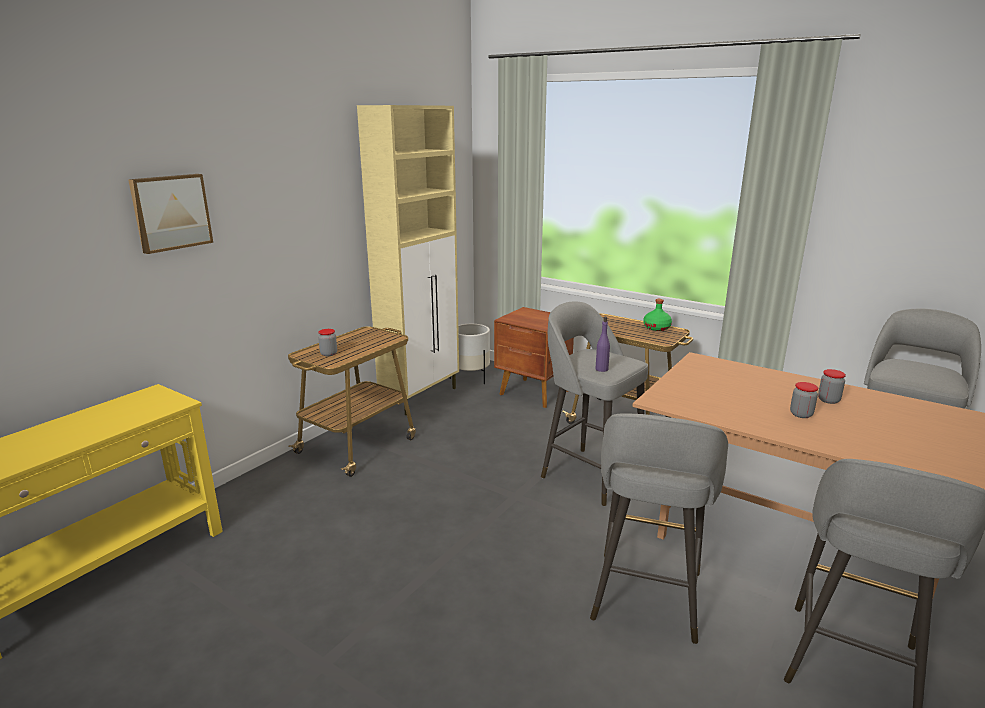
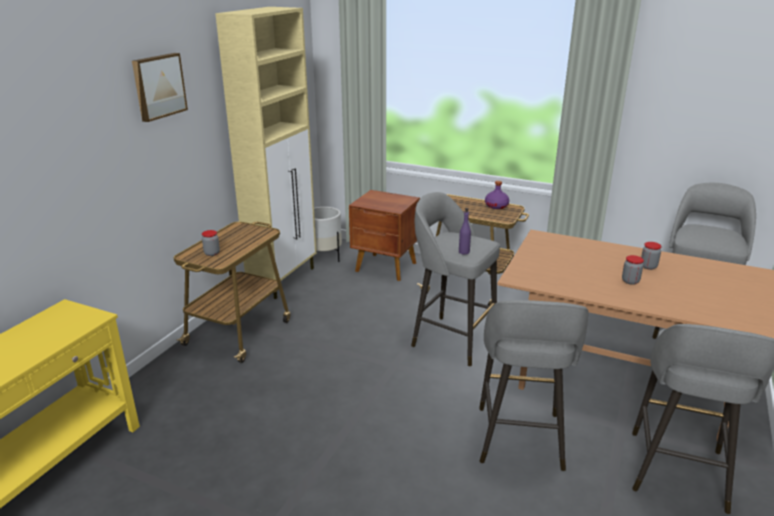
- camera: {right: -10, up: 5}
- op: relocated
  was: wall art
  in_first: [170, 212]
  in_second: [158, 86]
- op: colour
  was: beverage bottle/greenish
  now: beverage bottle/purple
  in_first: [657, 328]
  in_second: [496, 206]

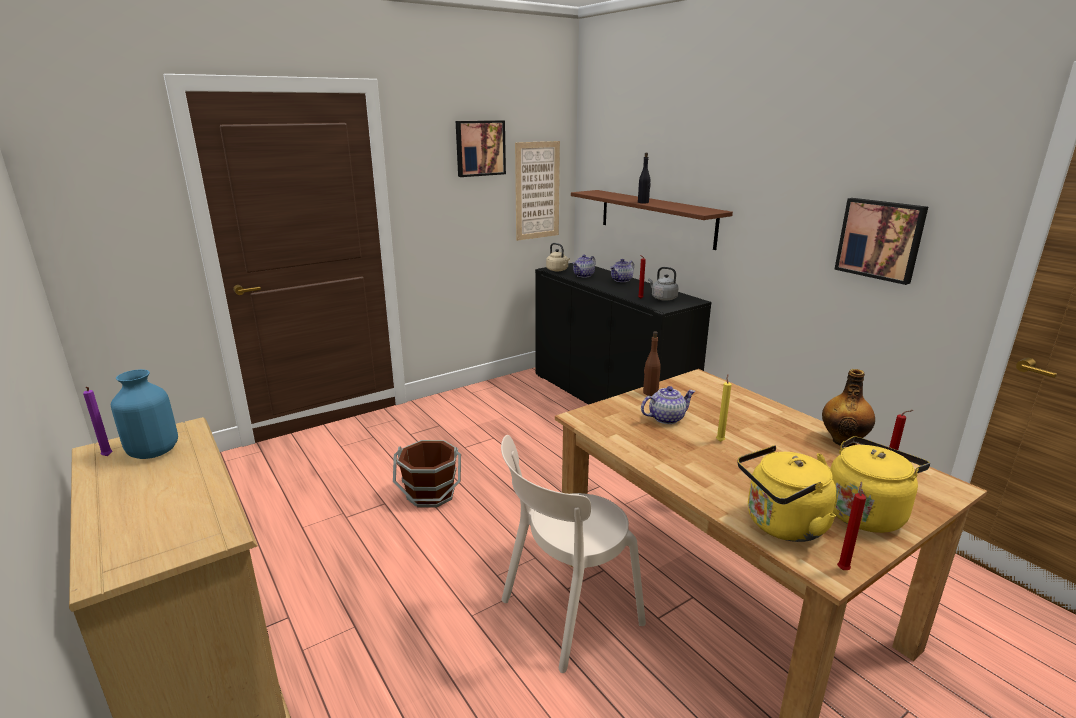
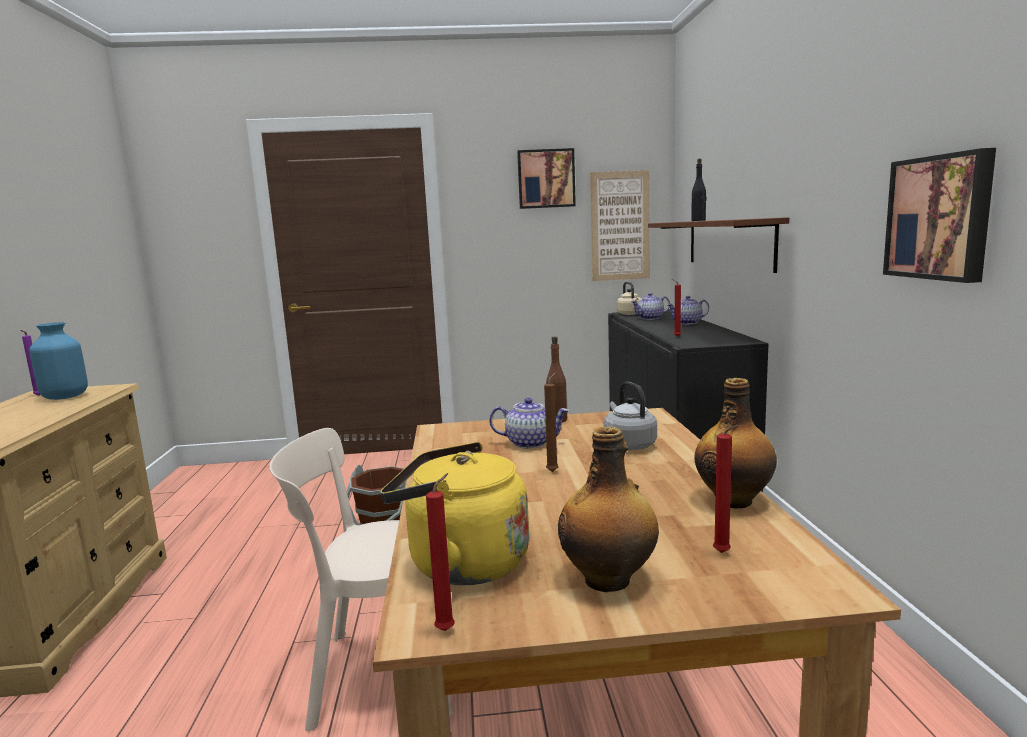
- camera: {right: 30, up: -10}
- op: relocated
  was: water kettle/grey
  in_first: [662, 298]
  in_second: [628, 445]
- op: colour
  was: wax light/yellow-coloured
  now: wax light/brown-coloured
  in_first: [720, 440]
  in_second: [553, 471]
- op: exchanged
  was: water kettle/yellow-coloured
  now: beverage bottle
  in_first: [864, 512]
  in_second: [609, 579]

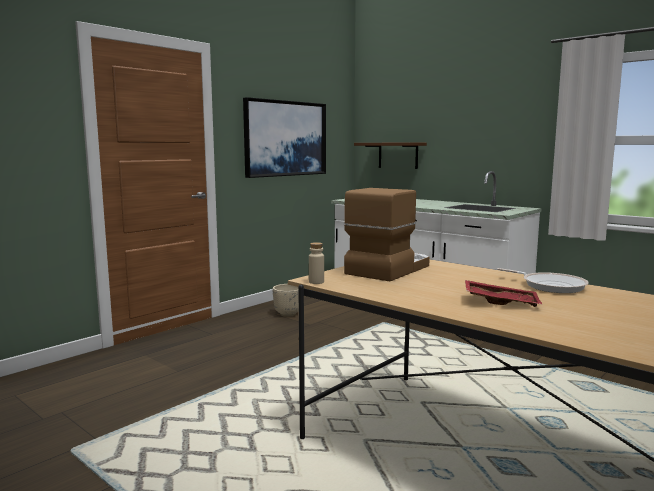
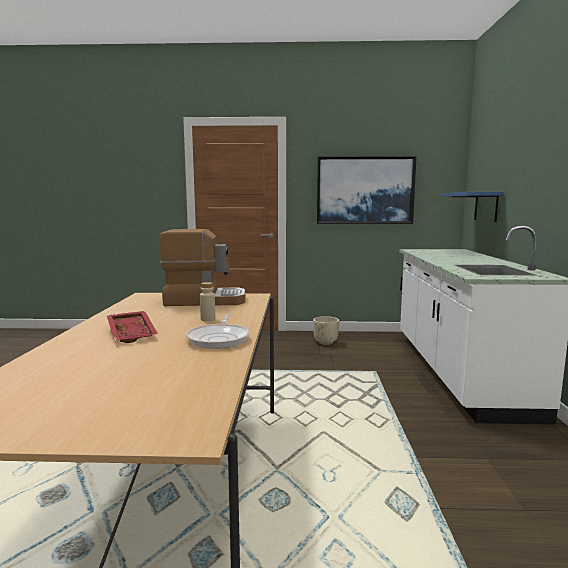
- camera: {right: 50, up: 0}
- op: relocated
  was: beverage bottle/sand-coloured
  in_first: [316, 282]
  in_second: [208, 319]
- op: colour
  was: wall shelf/brown-coloured
  now: wall shelf/blue-coloured
  in_first: [398, 155]
  in_second: [486, 206]

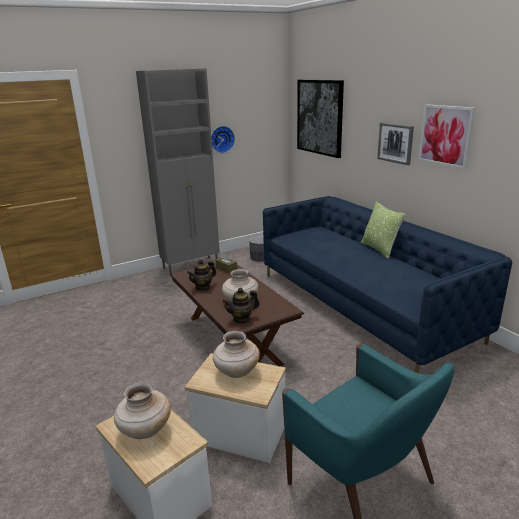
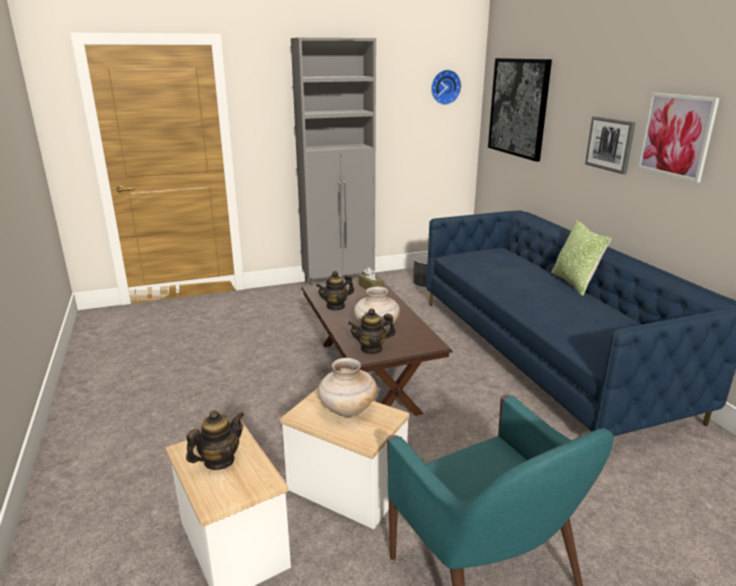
- camera: {right: 10, up: 0}
- op: exchanged
  was: flower vase/sand-coloured
  now: teapot
  in_first: [145, 430]
  in_second: [219, 461]
- op: relocated
  was: wall clock
  in_first: [221, 139]
  in_second: [445, 87]

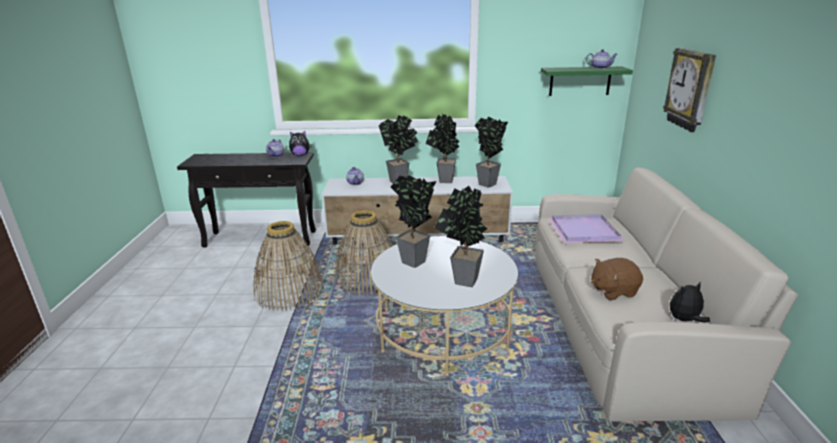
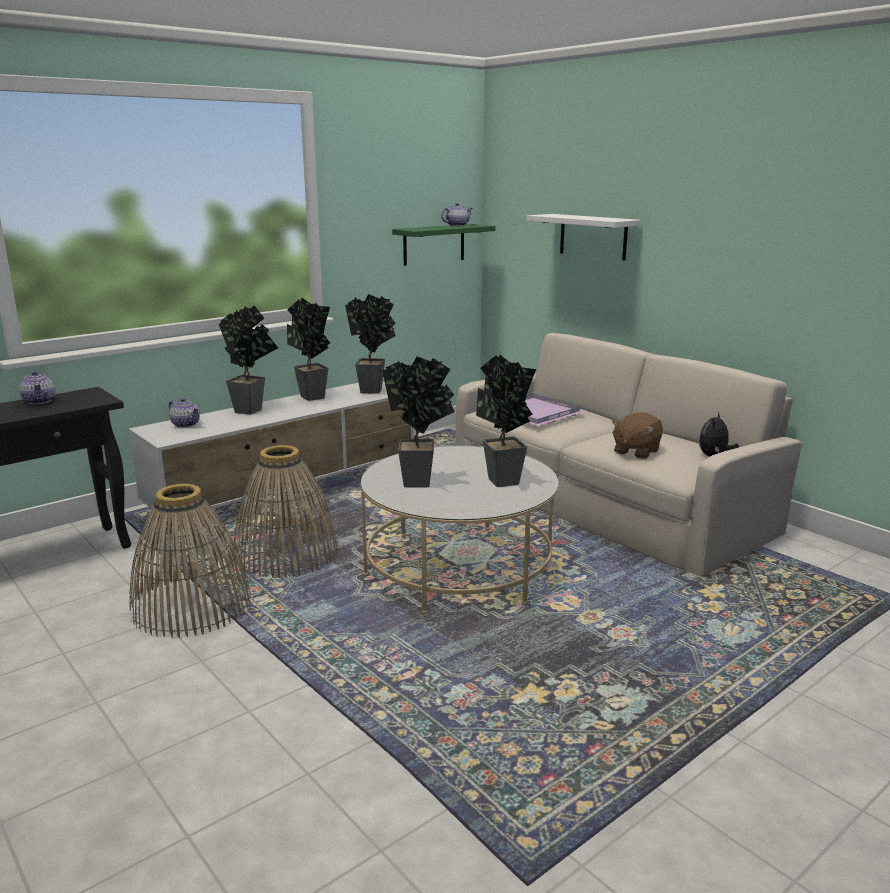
- camera: {right: -40, up: -5}
- op: missing
  was: soft toy
  in_first: [300, 155]
- op: exchanged
  was: wall clock
  now: wall shelf/whitish
  in_first: [690, 89]
  in_second: [593, 236]

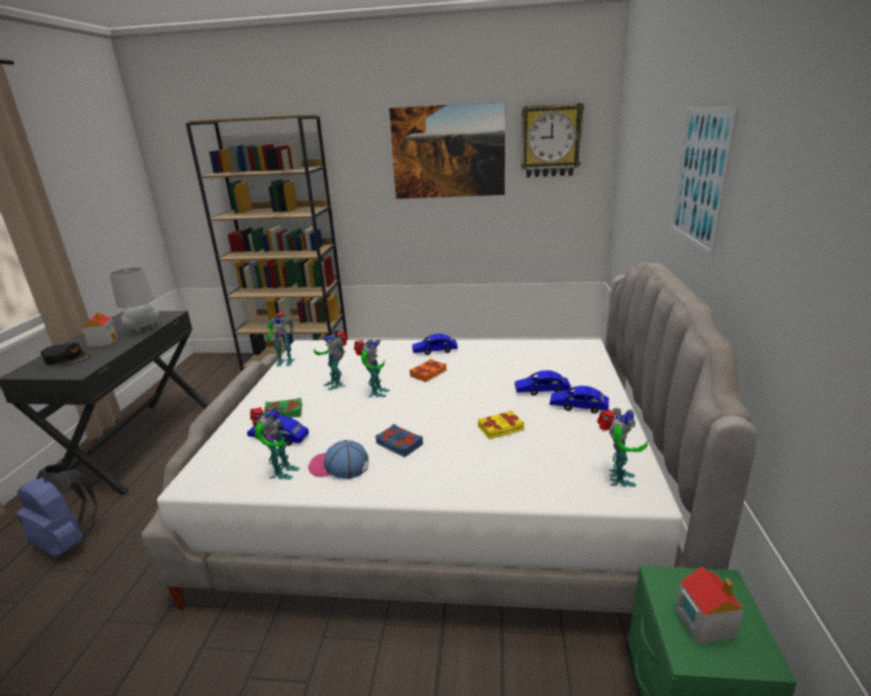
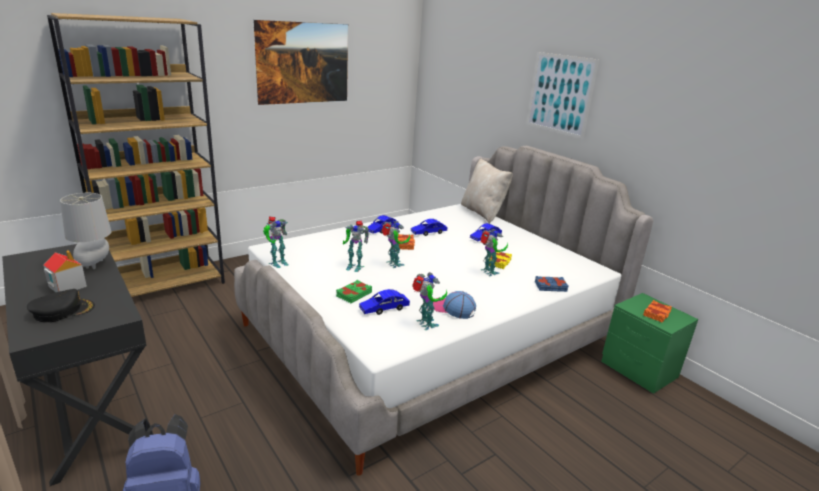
- camera: {right: -45, up: 0}
- op: spun
  was: peaked cap
  in_first: [338, 466]
  in_second: [453, 309]
  clockwise: 60
- op: relocated
  was: volume/blue-coloured
  in_first: [399, 444]
  in_second: [551, 287]
- op: missing
  was: wall clock
  in_first: [550, 141]
- op: relocated
  was: model car/blue-coloured
  in_first: [578, 407]
  in_second: [428, 233]
- op: relocated
  was: toy robot
  in_first: [617, 479]
  in_second: [488, 272]
- op: exchanged
  was: miniature house
  now: volume/orange
  in_first: [704, 622]
  in_second: [657, 314]
- op: appeared
  now: throw pillow/sand-coloured
  in_second: [483, 213]

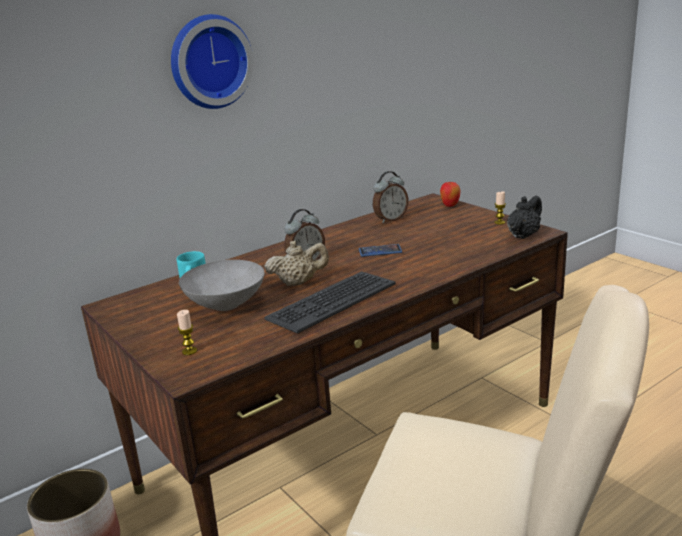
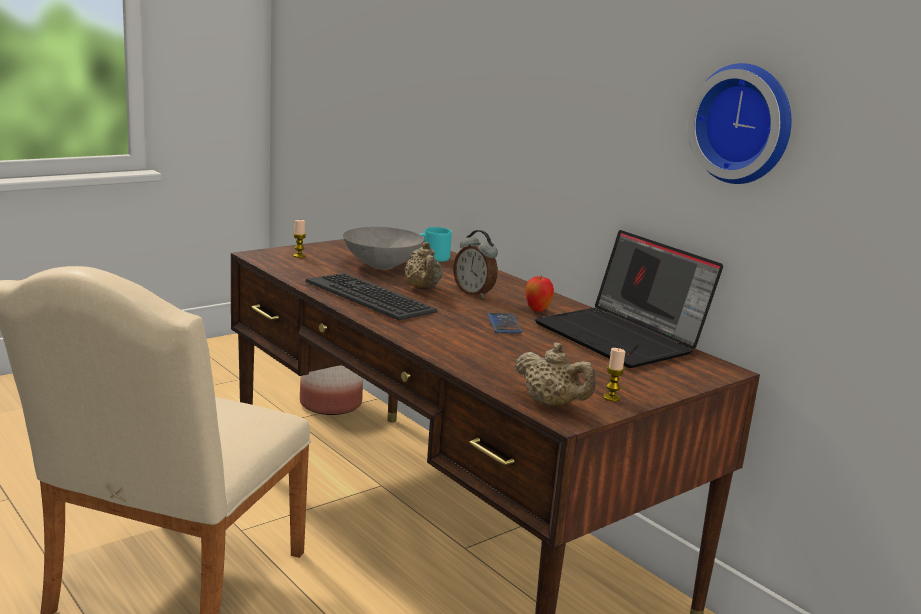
- camera: {right: 85, up: -5}
- op: relocated
  was: wall clock
  in_first: [209, 62]
  in_second: [744, 124]
- op: exchanged
  was: alarm clock
  now: portable computer
  in_first: [390, 219]
  in_second: [622, 338]
- op: relocated
  was: apple fruit
  in_first: [450, 206]
  in_second: [537, 310]
- op: colour
  was: teapot/blackish
  now: teapot/sand-coloured
  in_first: [523, 235]
  in_second: [551, 404]

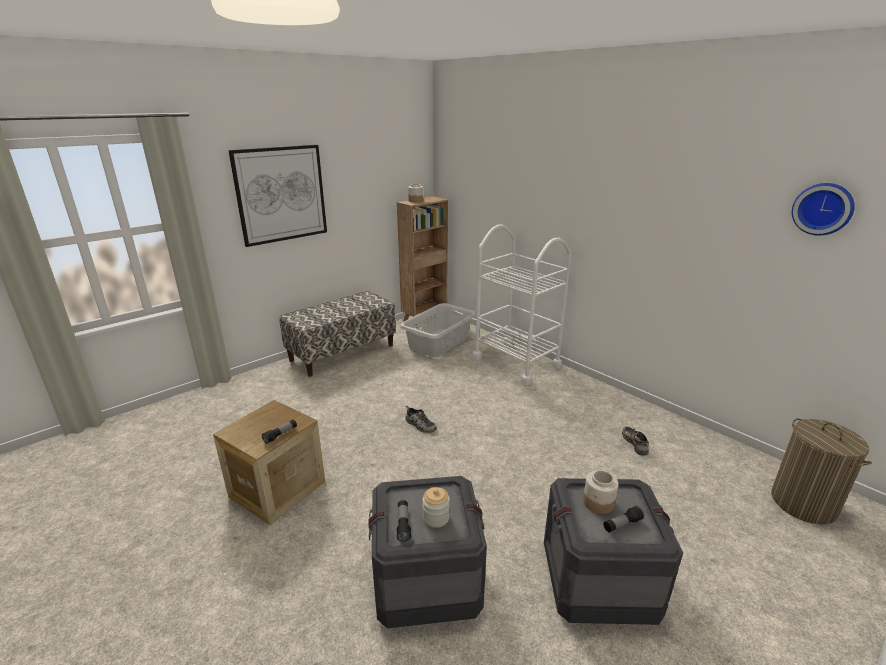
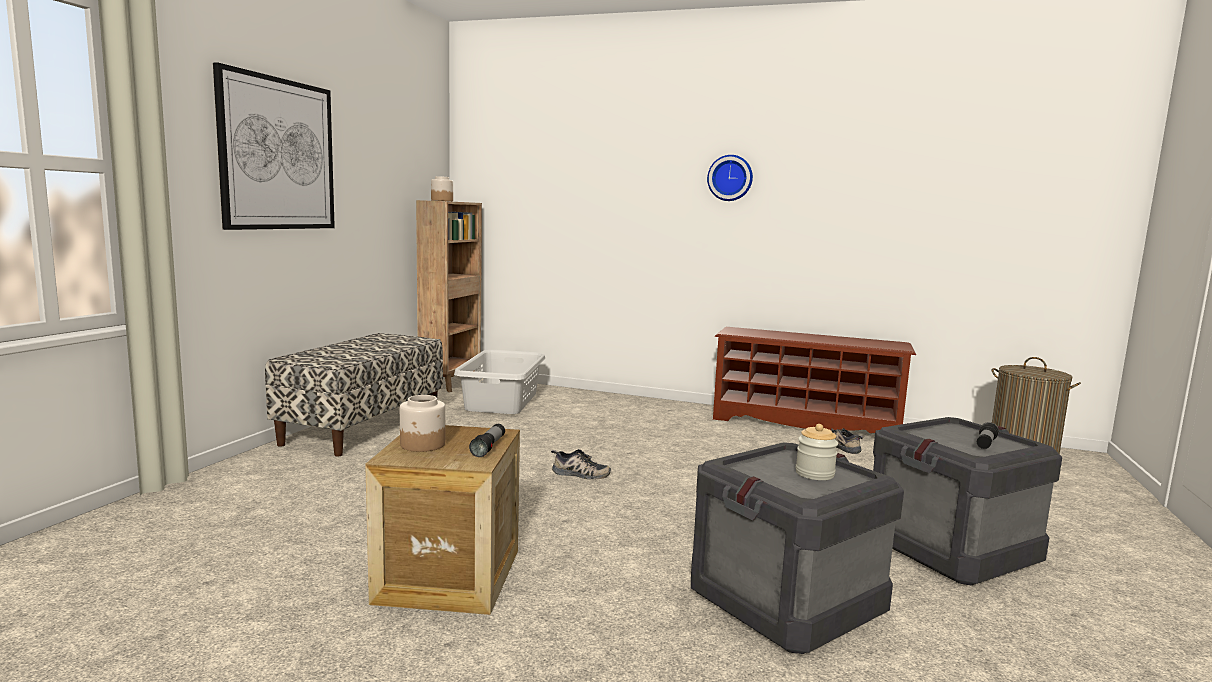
- camera: {right: -30, up: -15}
- op: missing
  was: hand torch
  in_first: [403, 524]
- op: missing
  was: wheeled cart/whitish
  in_first: [516, 362]
- op: relocated
  was: jar
  in_first: [598, 503]
  in_second: [423, 445]
- op: relocated
  was: wall clock
  in_first: [823, 208]
  in_second: [730, 178]
- op: appeared
  now: shoe rack/brown-coloured
  in_second: [805, 423]

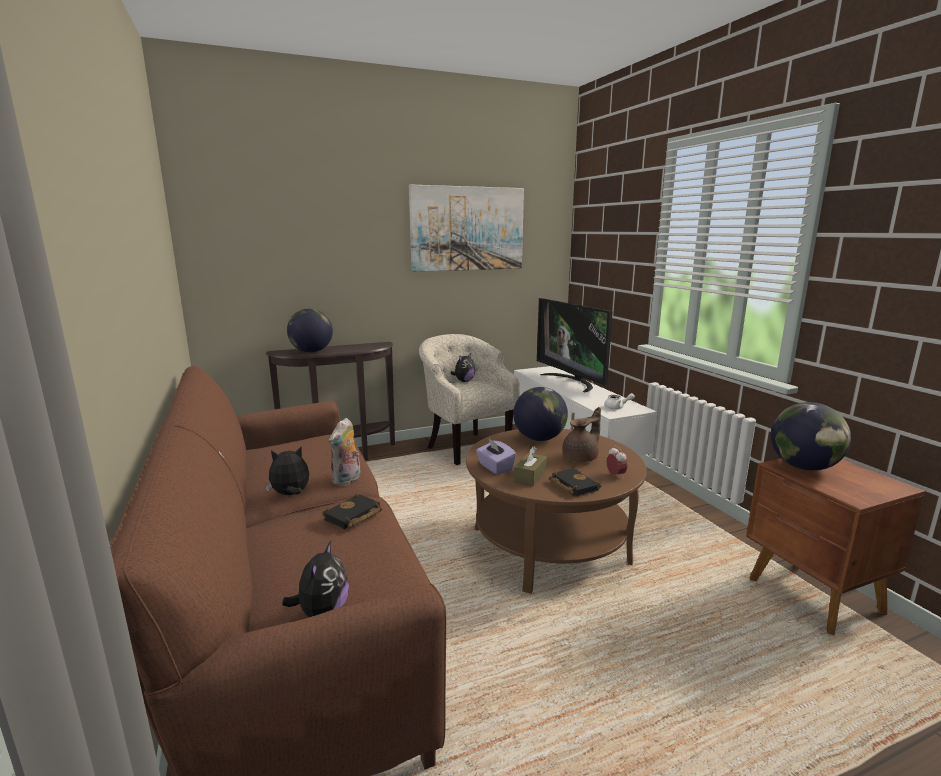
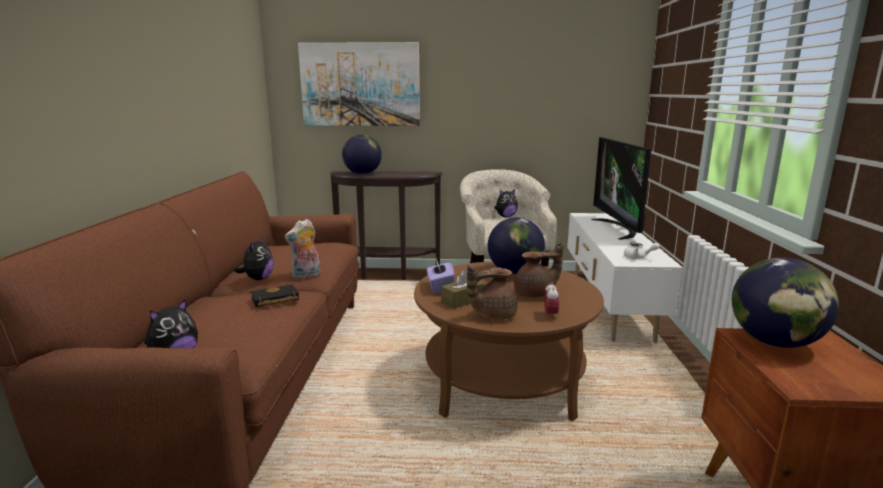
- camera: {right: 25, up: 0}
- op: spun
  was: soft toy
  in_first: [291, 494]
  in_second: [258, 279]
  clockwise: 90
- op: relocated
  was: wall art
  in_first: [467, 229]
  in_second: [360, 85]
- op: exchanged
  was: volume/blackish
  now: teapot/brown-coloured
  in_first: [572, 486]
  in_second: [493, 315]

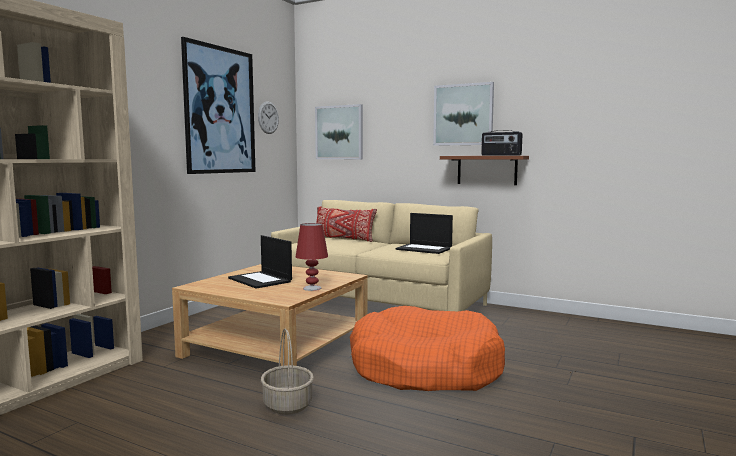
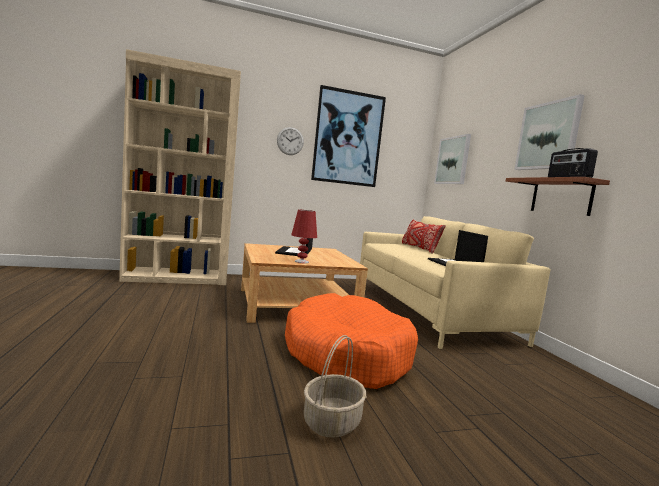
- camera: {right: 45, up: 0}
- op: relocated
  was: wall clock
  in_first: [268, 117]
  in_second: [290, 141]
- op: relocated
  was: household basket
  in_first: [287, 404]
  in_second: [331, 422]

